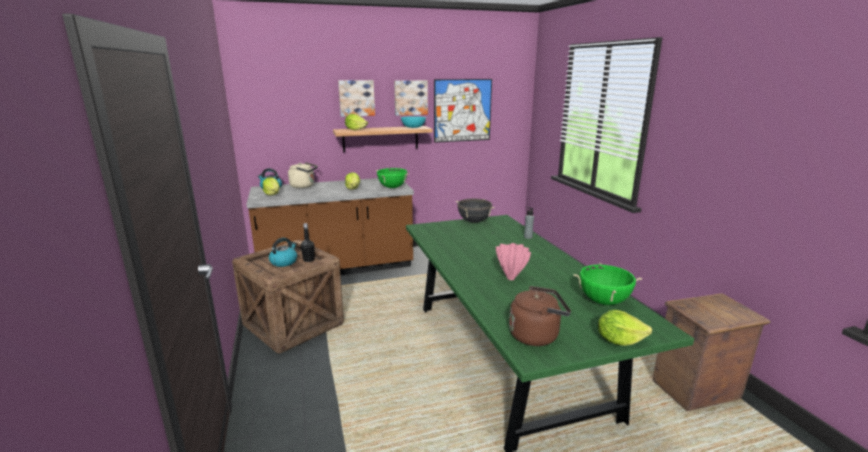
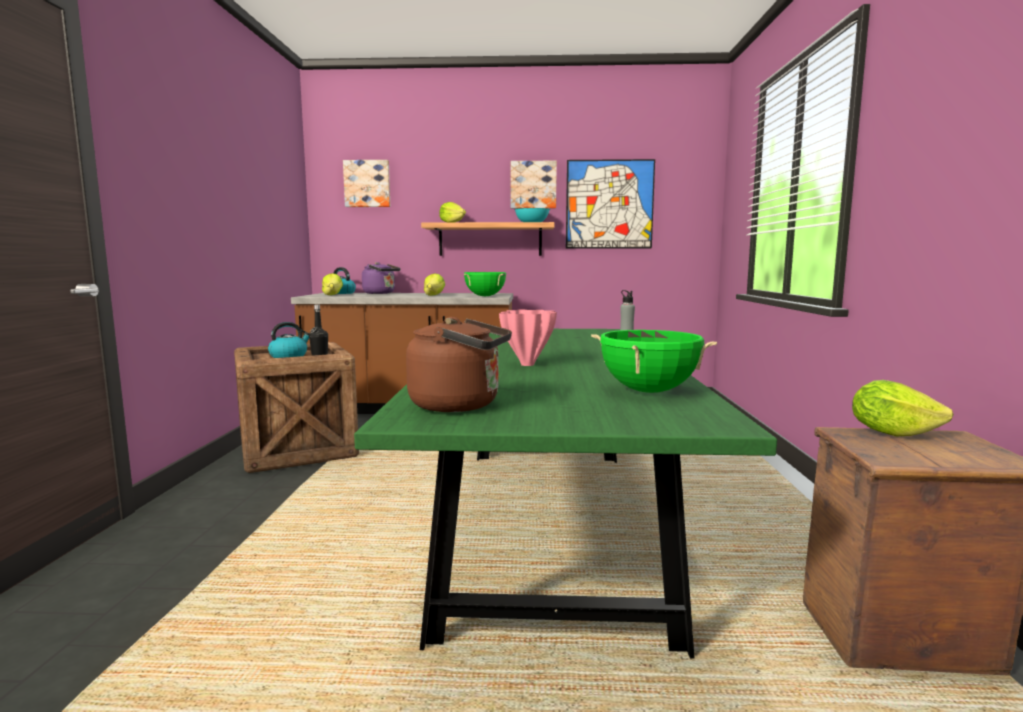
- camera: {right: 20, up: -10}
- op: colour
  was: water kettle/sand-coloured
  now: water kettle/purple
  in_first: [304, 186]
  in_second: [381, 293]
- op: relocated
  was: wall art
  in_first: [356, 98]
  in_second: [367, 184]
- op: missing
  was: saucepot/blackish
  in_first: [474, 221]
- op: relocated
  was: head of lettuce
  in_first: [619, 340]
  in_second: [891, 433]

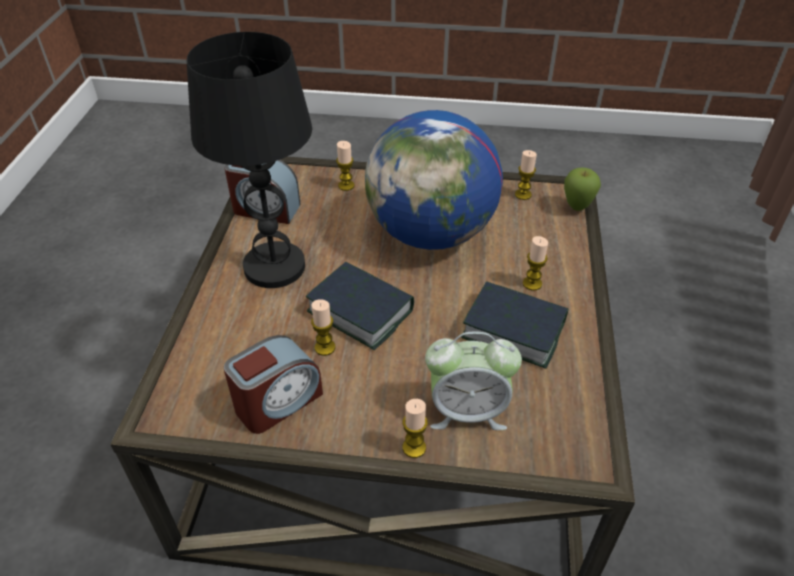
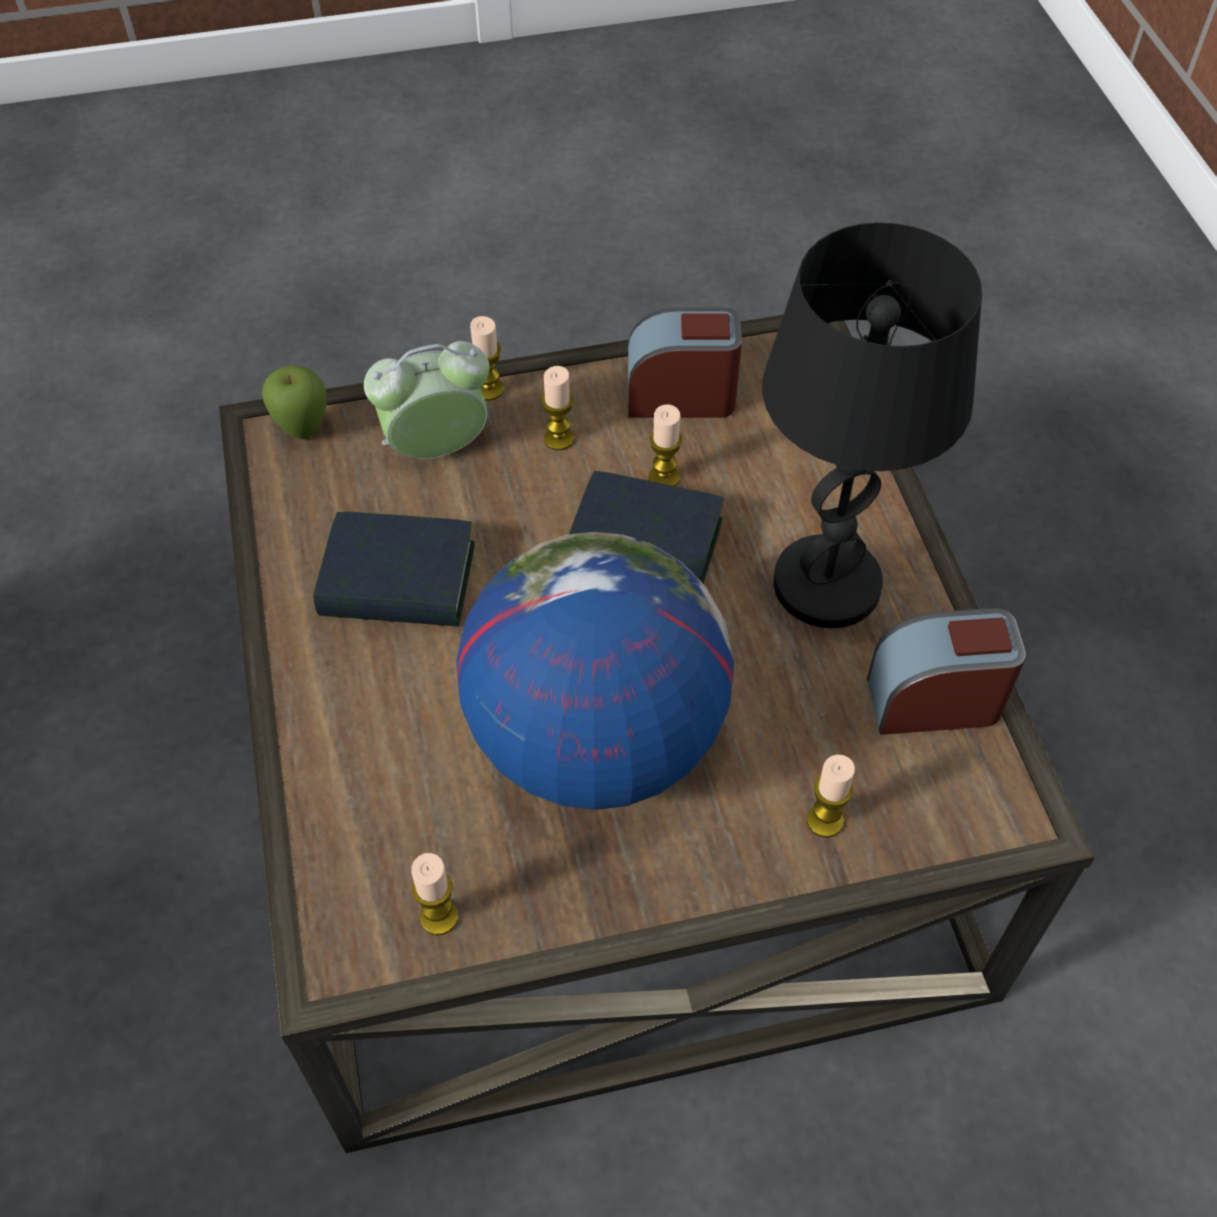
- camera: {right: 160, up: 10}
- op: spun
  was: alarm clock
  in_first: [278, 402]
  in_second: [681, 395]
  clockwise: 60
- op: relocated
  was: wax light
  in_first: [532, 283]
  in_second: [558, 439]
- op: relocated
  was: apple fruit
  in_first: [576, 208]
  in_second: [303, 431]

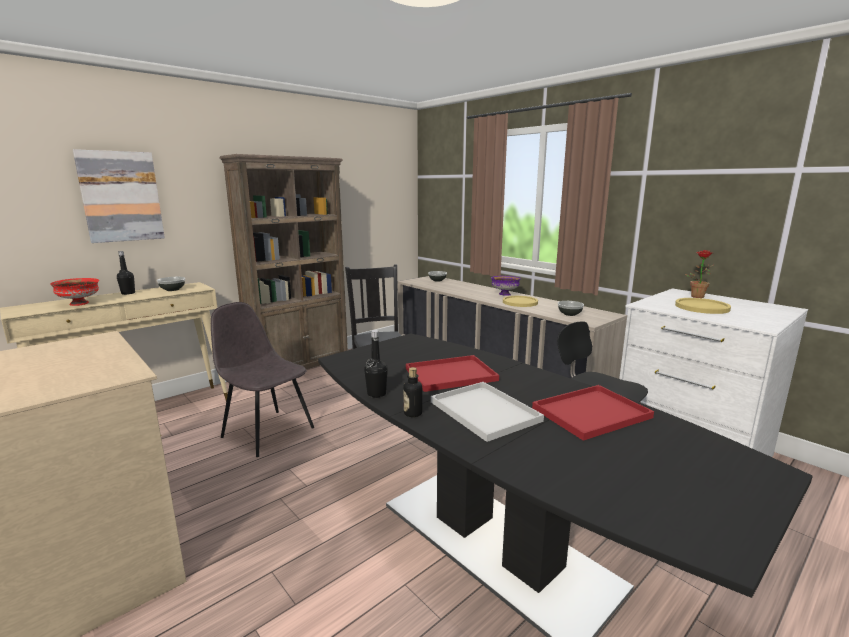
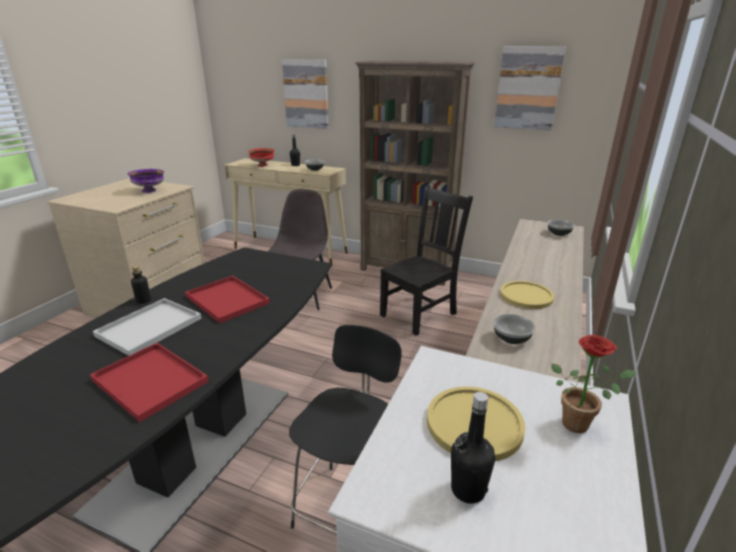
- camera: {right: 65, up: 10}
- op: relocated
  was: beverage bottle/blackish
  in_first: [376, 394]
  in_second: [468, 490]
- op: relocated
  was: deep dish/purple
  in_first: [504, 294]
  in_second: [150, 190]
- op: appeared
  now: wall art
  in_second: [528, 88]

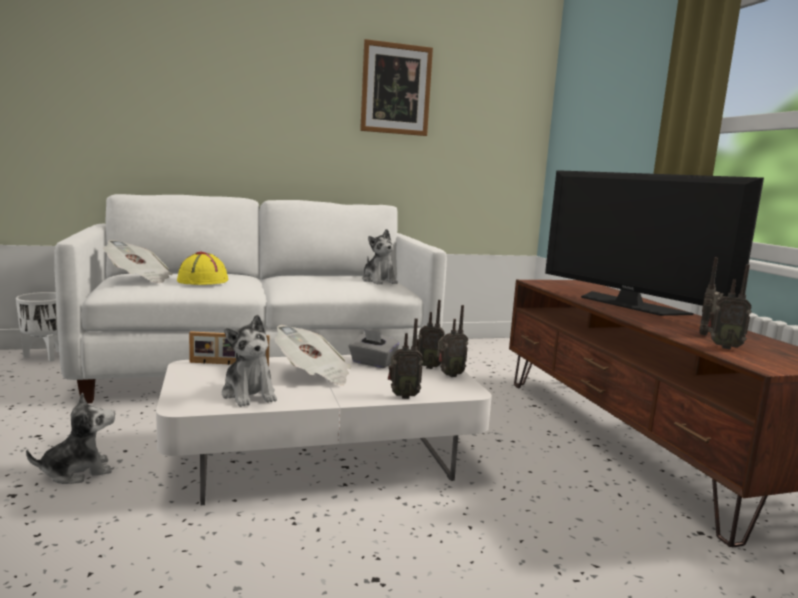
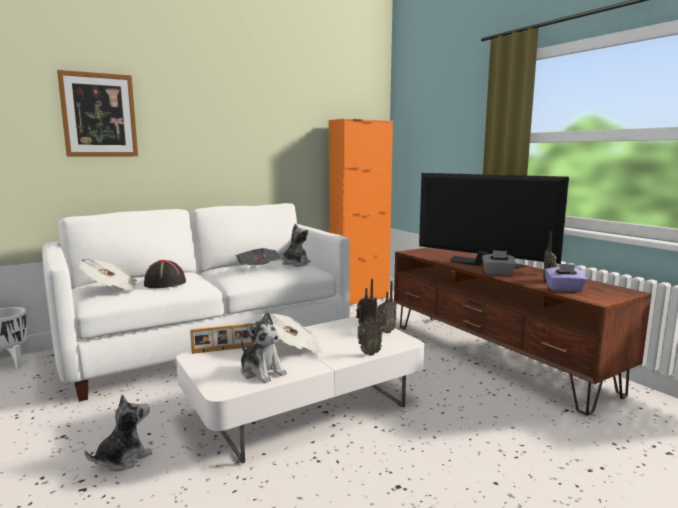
- camera: {right: -15, up: 0}
- op: colour
  was: clothing hat/yellow-coloured
  now: clothing hat/blackish
  in_first: [203, 281]
  in_second: [165, 283]
- op: relocated
  was: box of tissues/grey
  in_first: [372, 363]
  in_second: [498, 273]
- op: relocated
  was: wall art
  in_first: [396, 89]
  in_second: [99, 115]
- op: spun
  was: soft toy
  in_first: [379, 281]
  in_second: [295, 264]
  clockwise: -105
- op: exchanged
  was: radio
  now: box of tissues/purple
  in_first: [723, 347]
  in_second: [564, 289]
- op: appeared
  now: printed paper
  in_second: [258, 269]
- op: appeared
  now: cupboard/orange
  in_second: [359, 299]

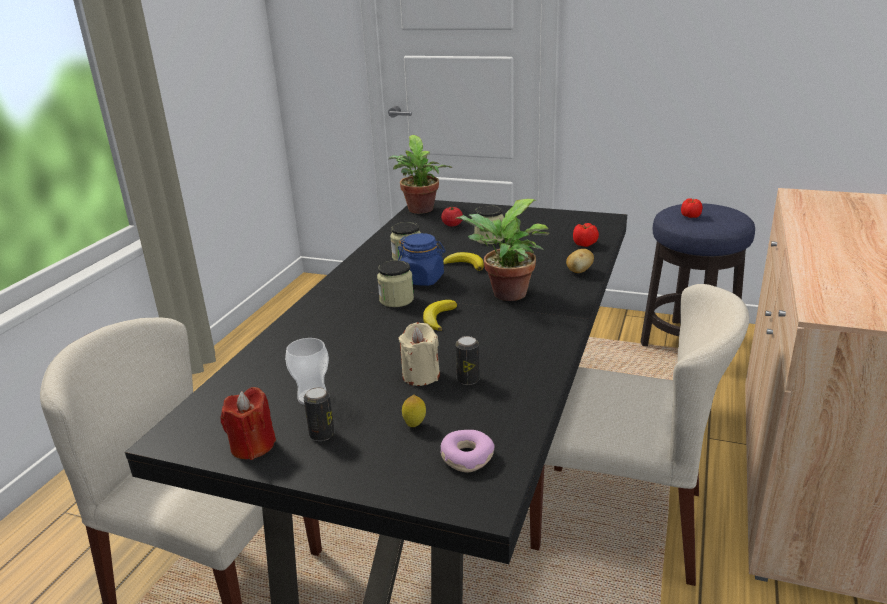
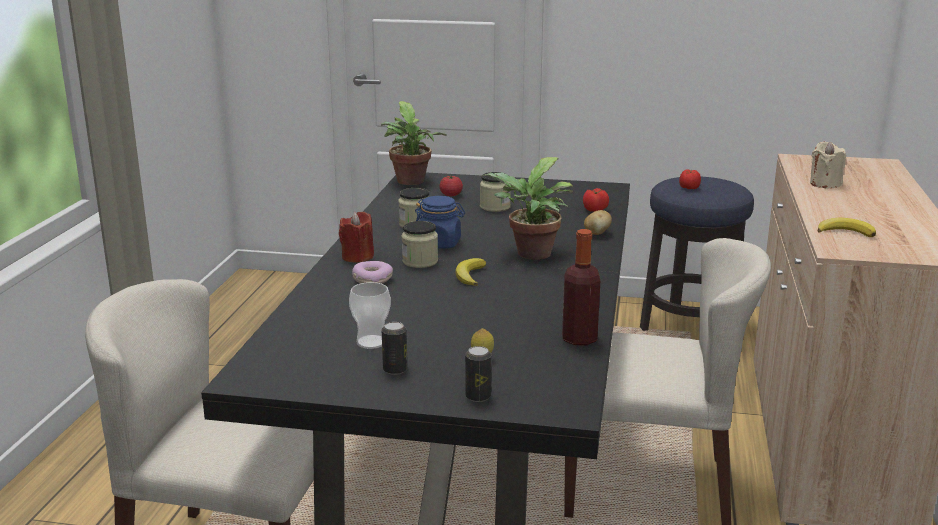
- camera: {right: -10, up: -5}
- op: relocated
  was: wax light/reddish
  in_first: [252, 446]
  in_second: [357, 257]
- op: relocated
  was: wax light/sand-coloured
  in_first: [421, 375]
  in_second: [825, 184]
- op: relocated
  was: ring doughnut
  in_first: [467, 457]
  in_second: [372, 279]
- op: relocated
  was: whole banana
  in_first: [465, 264]
  in_second: [845, 232]
- op: relocated
  was: sealed can
  in_first: [468, 379]
  in_second: [478, 396]
- op: appeared
  now: beverage bottle
  in_second: [579, 339]

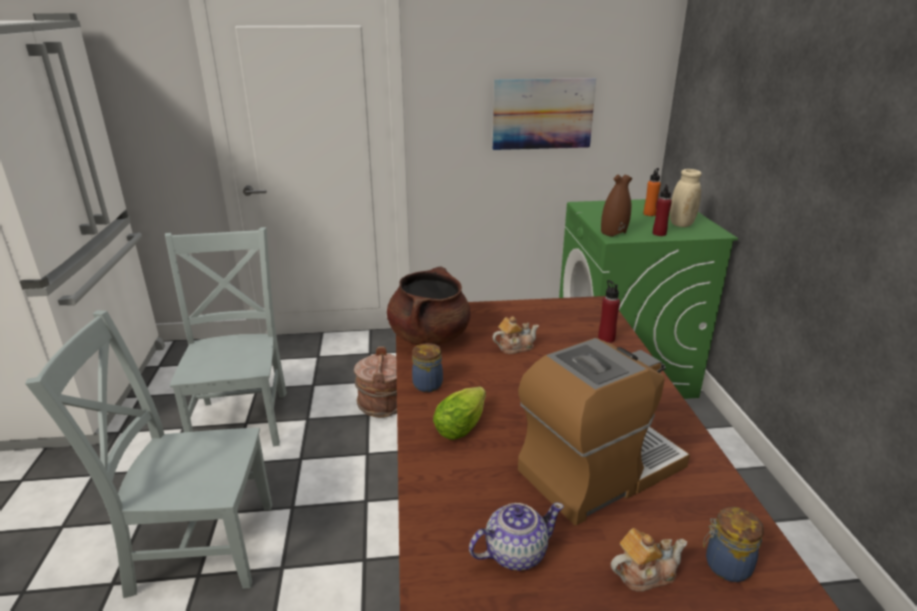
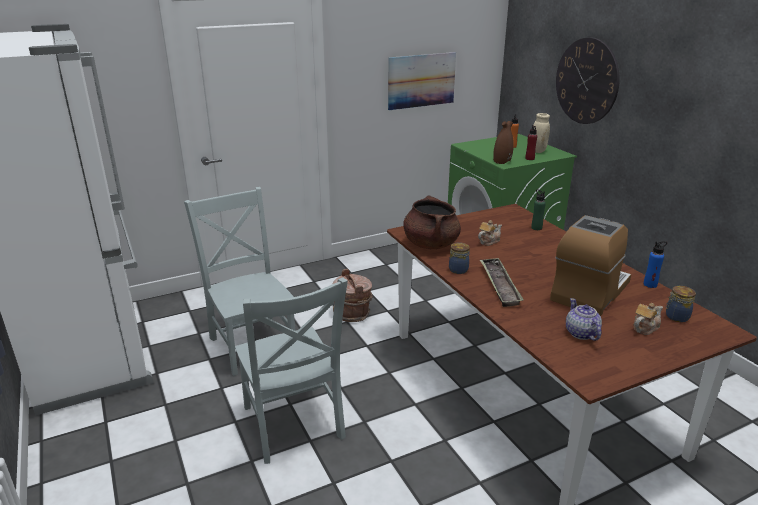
- camera: {right: -20, up: 0}
- op: spun
  was: upright chair/grey
  in_first: [197, 546]
  in_second: [293, 425]
  clockwise: -90
- op: exchanged
  was: head of lettuce
  now: serving tray
  in_first: [463, 424]
  in_second: [499, 285]
- op: spun
  was: teapot
  in_first: [514, 553]
  in_second: [581, 333]
  clockwise: -60
- op: colour
  was: beverage bottle/reddish
  now: beverage bottle/greenish
  in_first: [606, 338]
  in_second: [536, 228]
- op: appeared
  now: wall clock
  in_second: [586, 81]
- op: appeared
  now: beverage bottle/blue-coloured
  in_second: [650, 284]

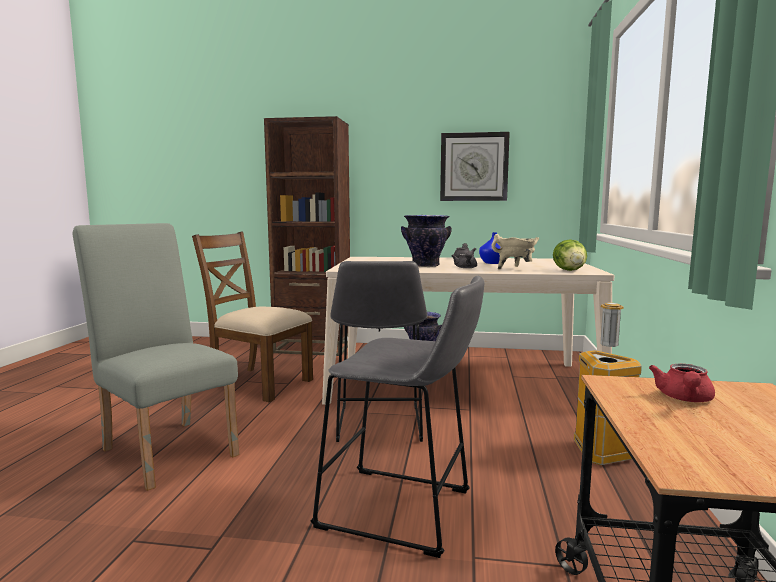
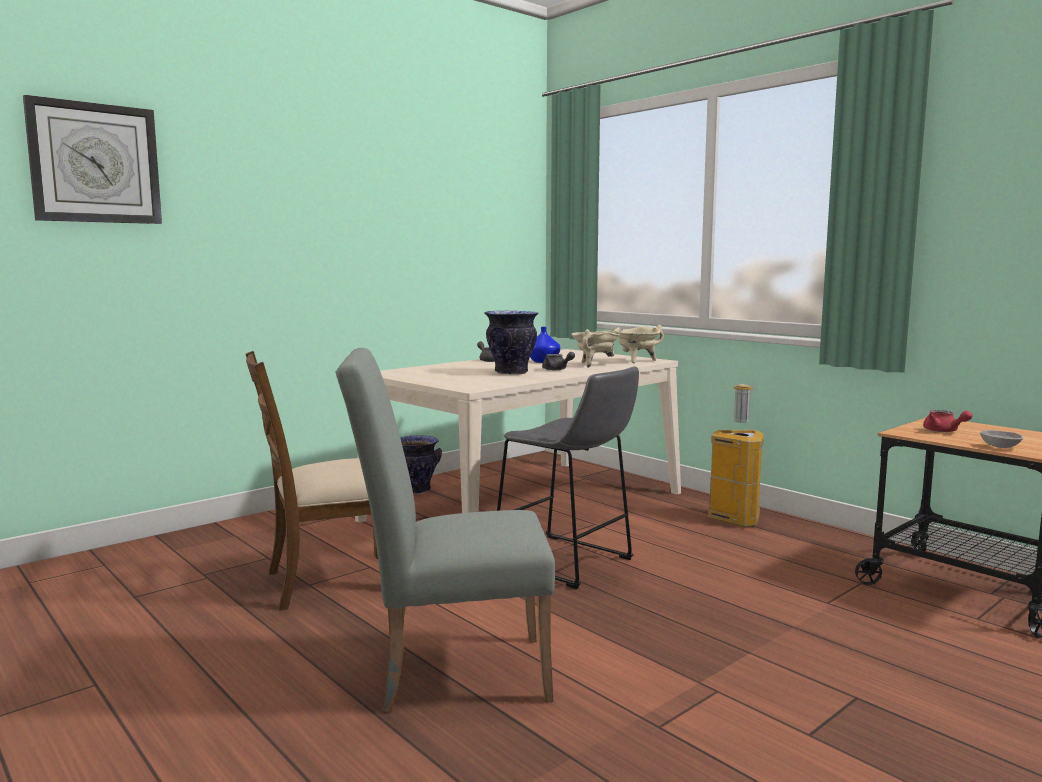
- camera: {right: -50, up: 0}
- op: missing
  was: bookcase/brown-coloured
  in_first: [313, 348]
- op: missing
  was: sitting stool/grey
  in_first: [403, 511]
- op: relocated
  was: wall clock
  in_first: [474, 167]
  in_second: [95, 163]
- op: exchanged
  was: head of lettuce
  now: saucepot/sand-coloured
  in_first: [569, 270]
  in_second: [637, 361]
- op: appeared
  now: deep dish/grey
  in_second: [1000, 447]

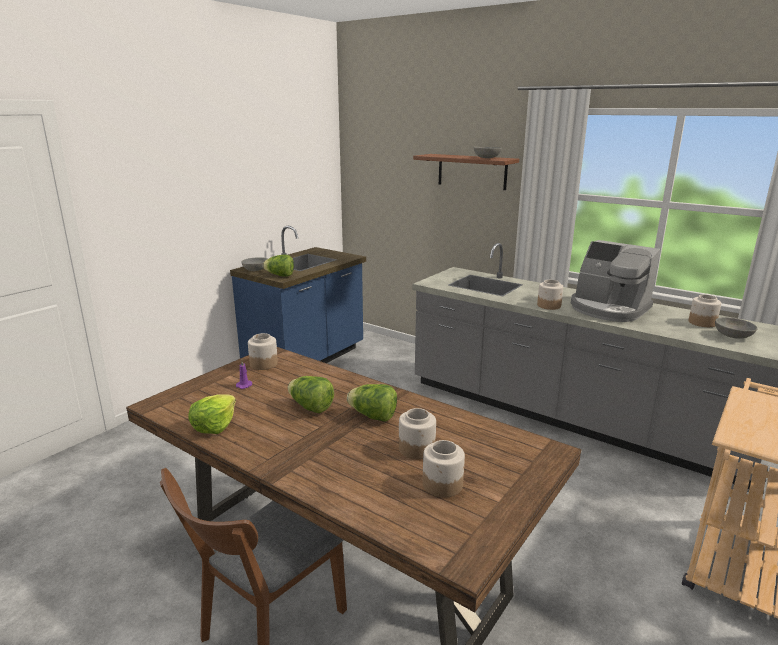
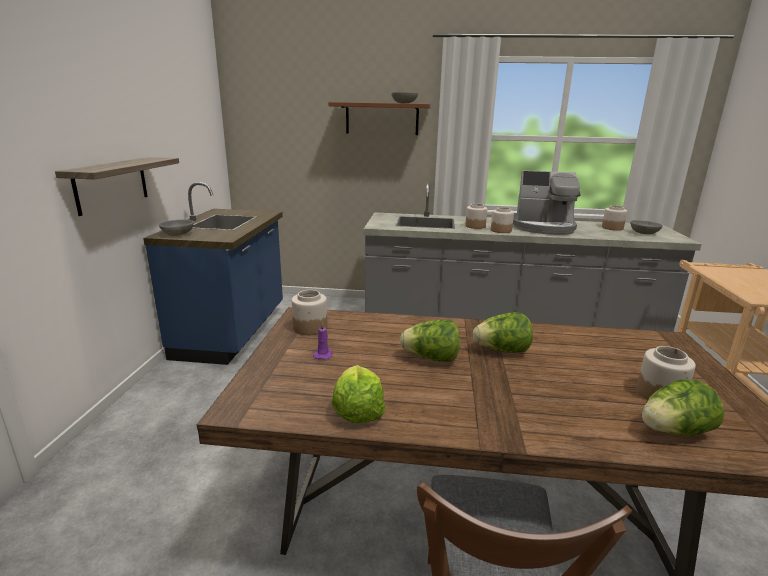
- camera: {right: -30, up: 0}
- op: relocated
  was: head of lettuce
  in_first: [280, 275]
  in_second: [674, 431]
- op: relocated
  was: jar
  in_first: [417, 448]
  in_second: [475, 226]
- op: appeared
  now: wall shelf
  in_second: [112, 184]

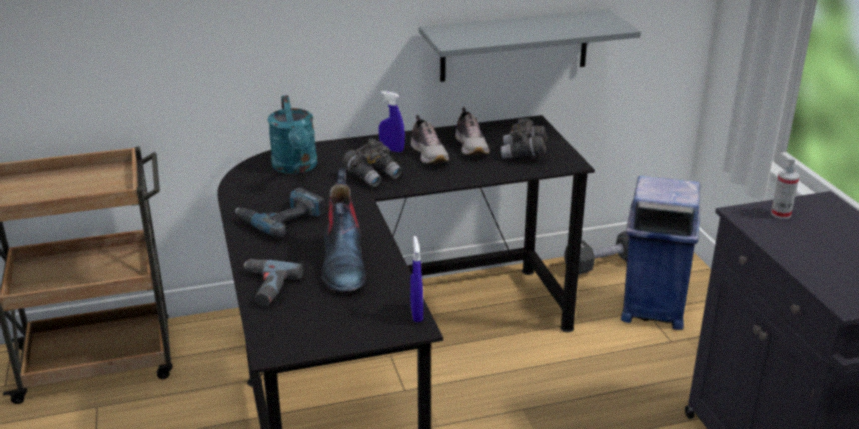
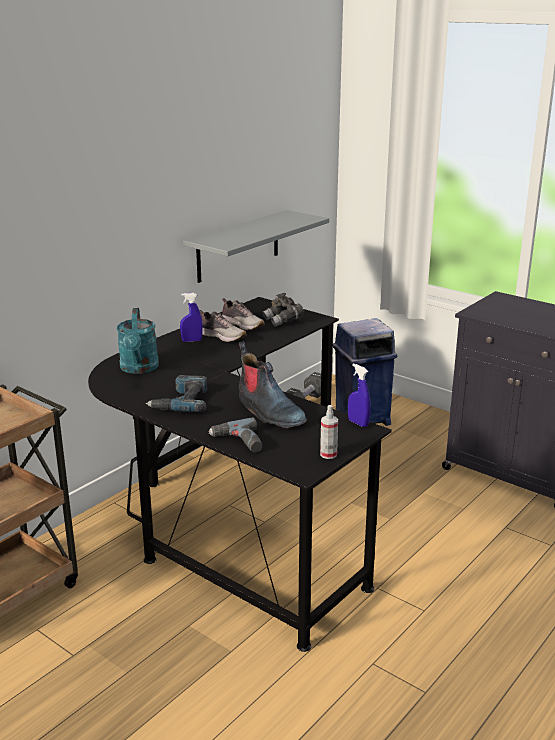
- camera: {right: -35, up: -5}
- op: spun
  was: watering can/turquoise
  in_first: [296, 167]
  in_second: [139, 369]
  clockwise: 45
- op: missing
  was: pair of binoculars/grey
  in_first: [373, 175]
- op: relocated
  was: spray bottle
  in_first: [780, 214]
  in_second: [328, 454]

